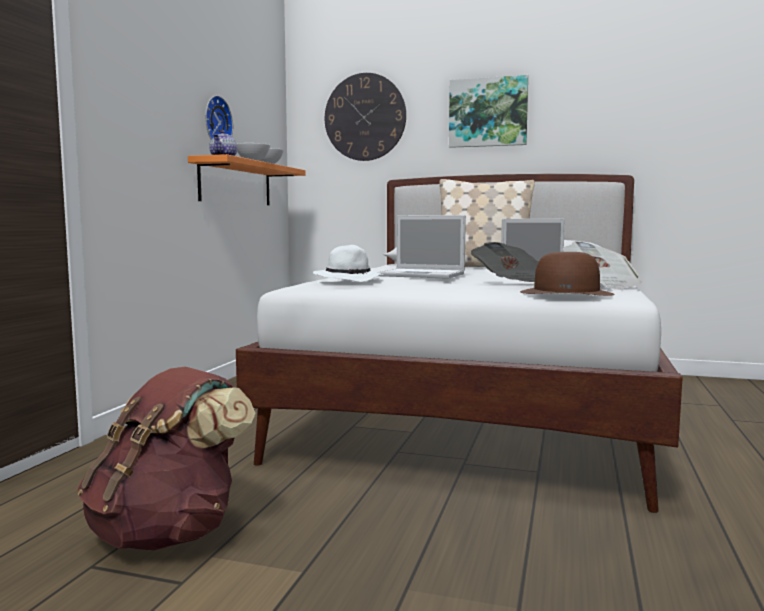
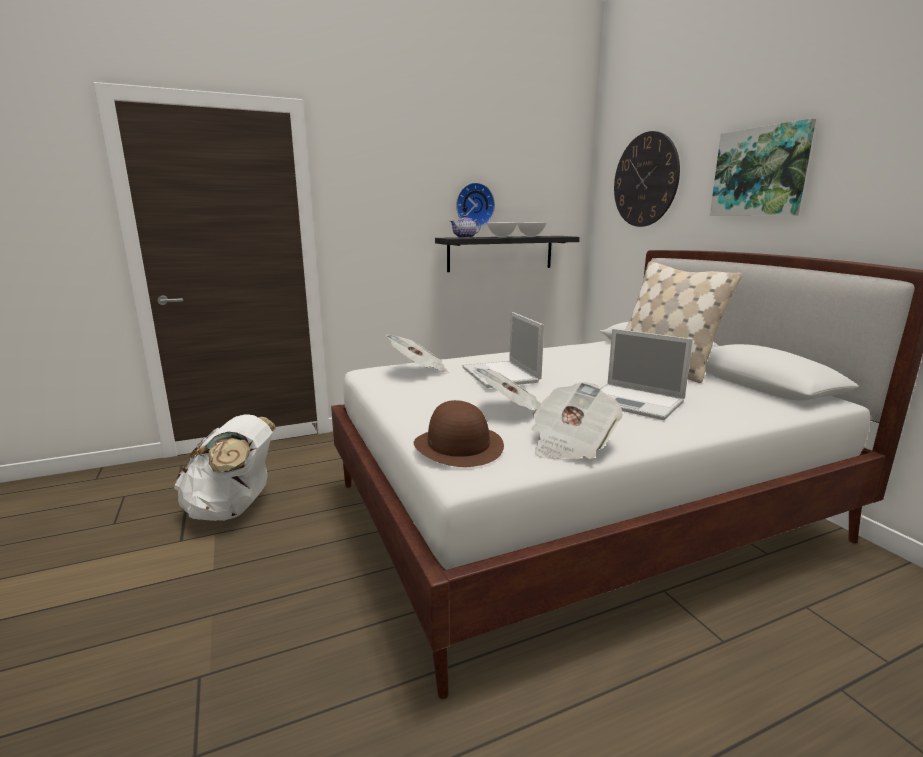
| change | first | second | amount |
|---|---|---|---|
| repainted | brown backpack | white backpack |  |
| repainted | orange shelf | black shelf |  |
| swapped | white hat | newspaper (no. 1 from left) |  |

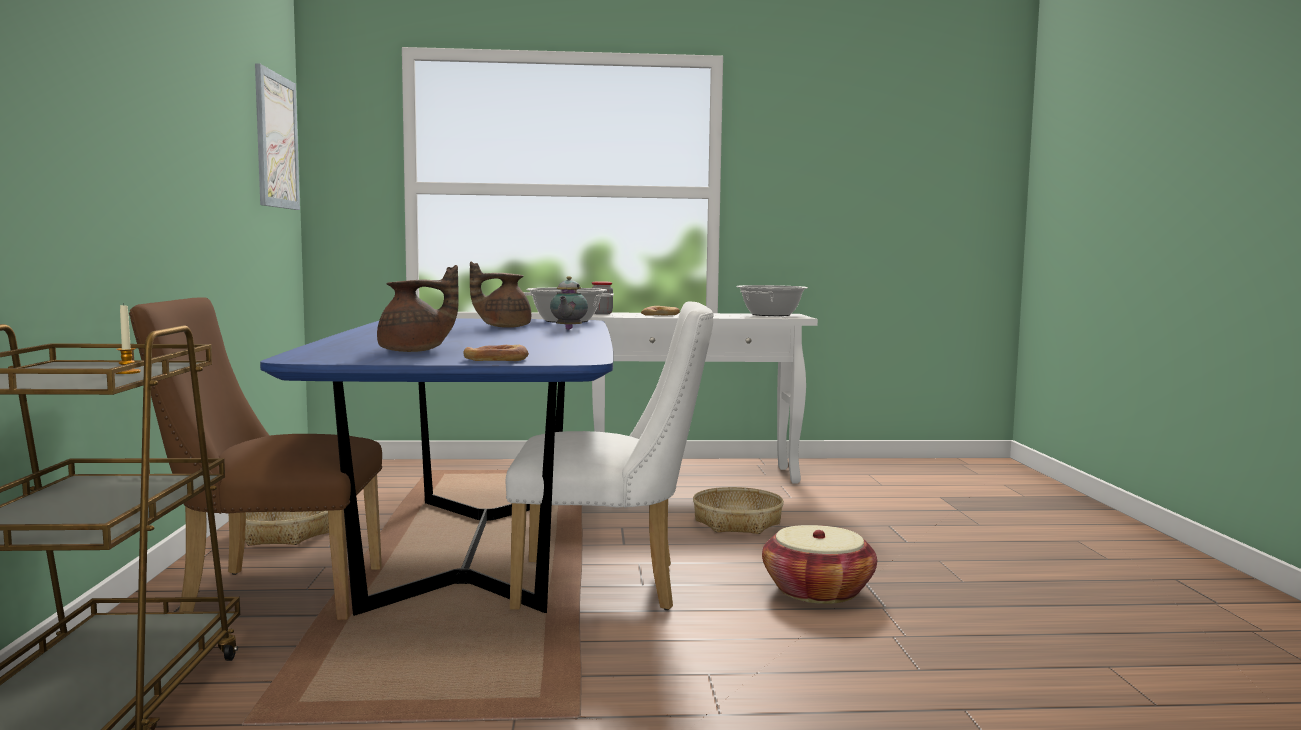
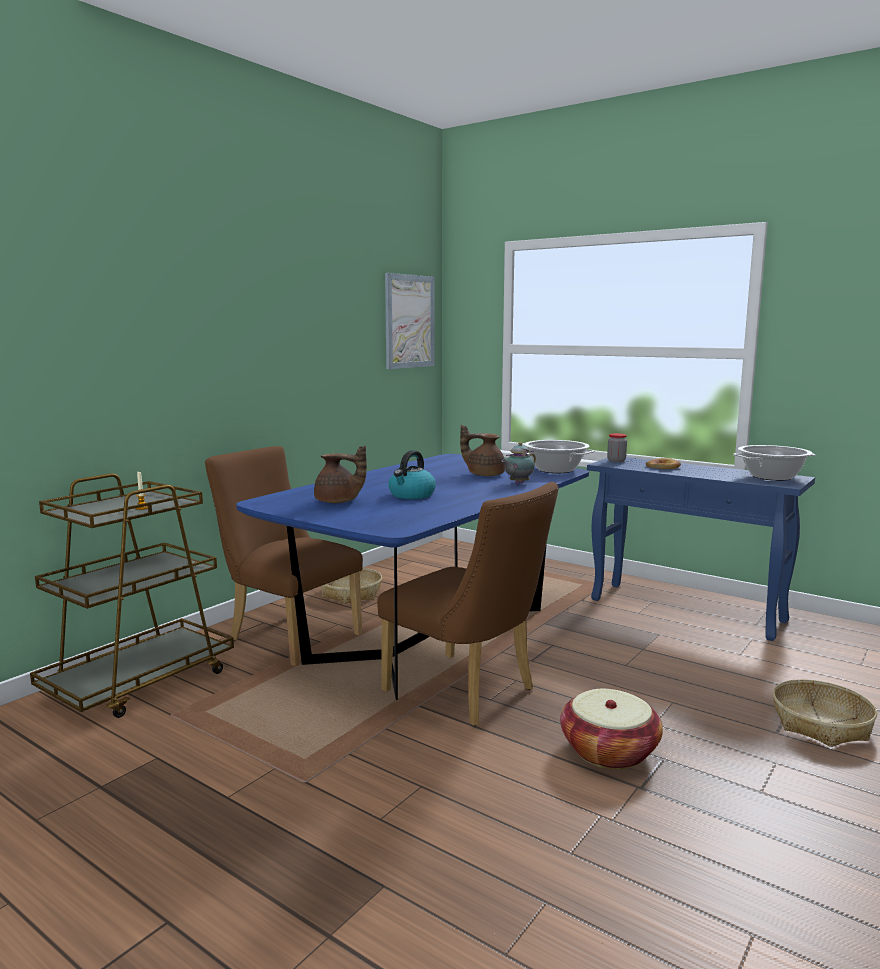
| change | first | second | amount |
|---|---|---|---|
| gone | bread (no. 1 from left) |  |  |
| repainted | white chair | brown chair (no. 2 from left) |  |
| repainted | white console table | blue console table |  |
| shifted | basket (no. 2 from left in the first image) | basket (no. 3 from left) |  |
| new |  | kettle |  |

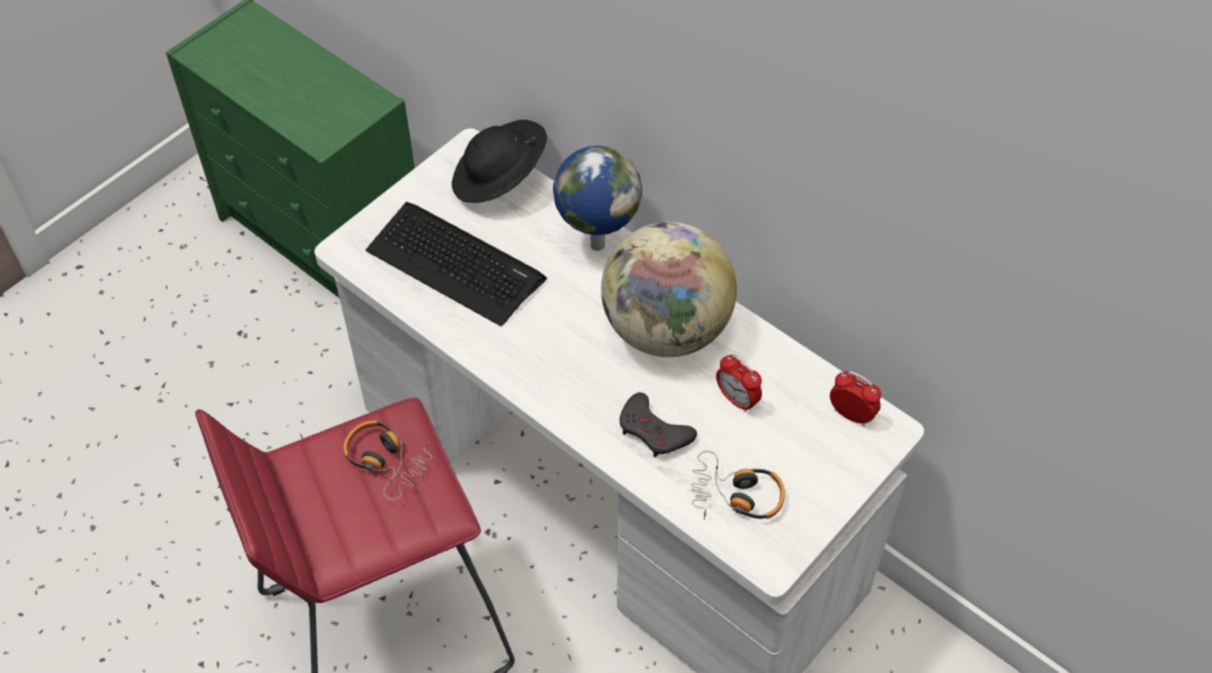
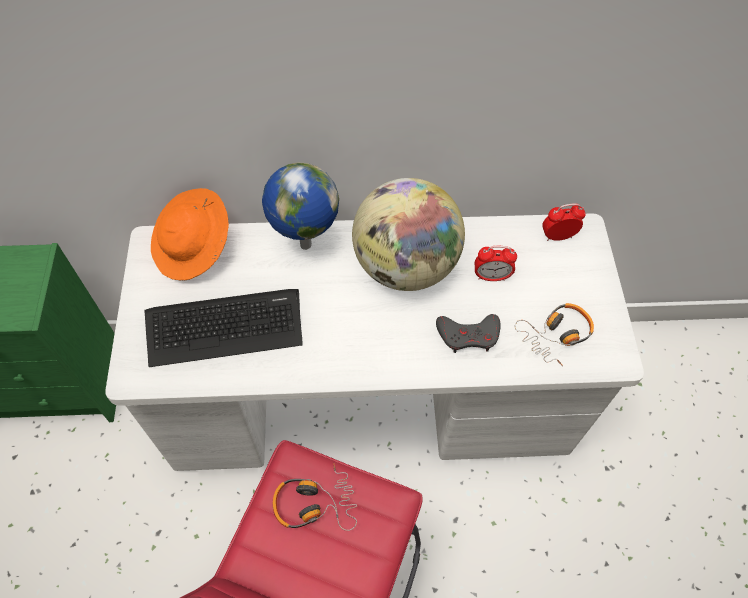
| change | first | second | amount |
|---|---|---|---|
| repainted | black hat | orange hat |  |

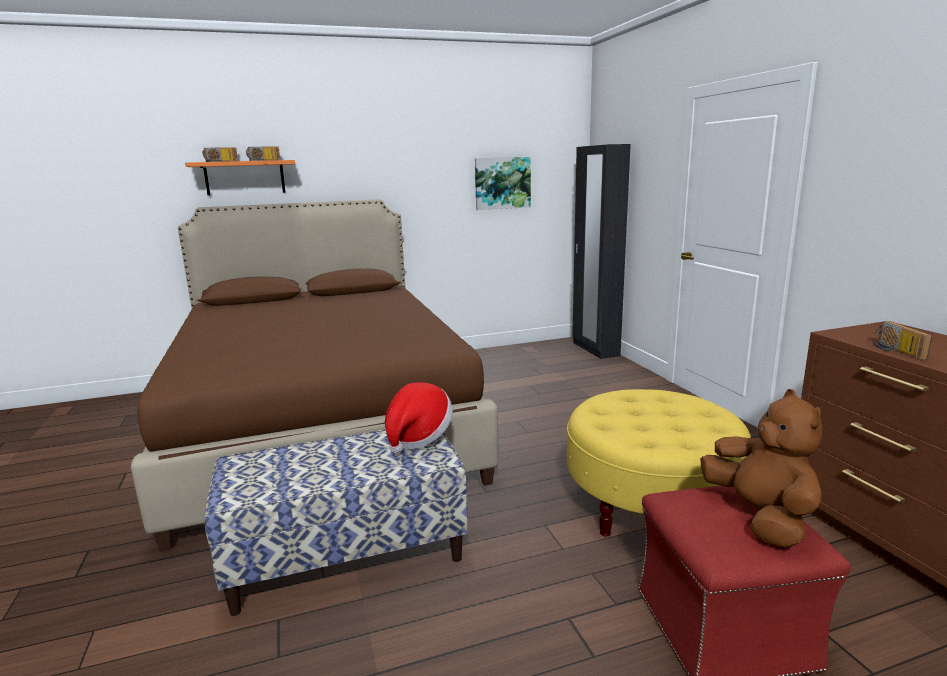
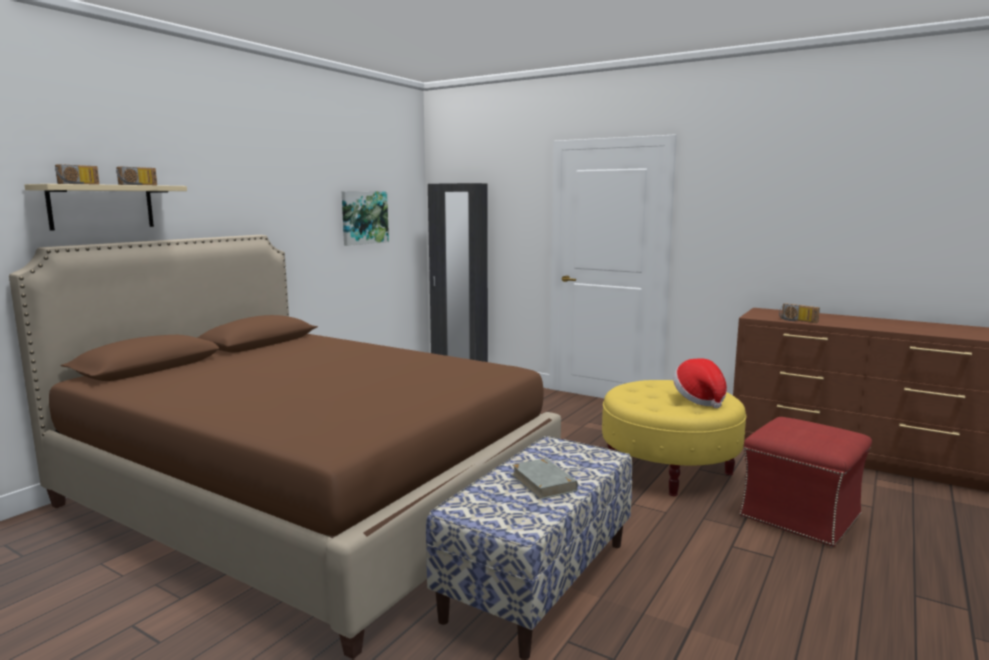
| change | first | second | amount |
|---|---|---|---|
| repainted | orange shelf | beige shelf |  |
| shifted | hat |  |  |
| gone | brown plush toy |  |  |
| new |  | grey book |  |

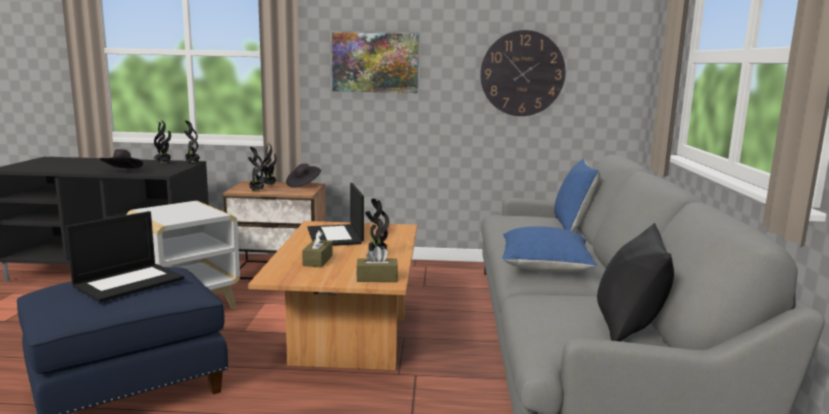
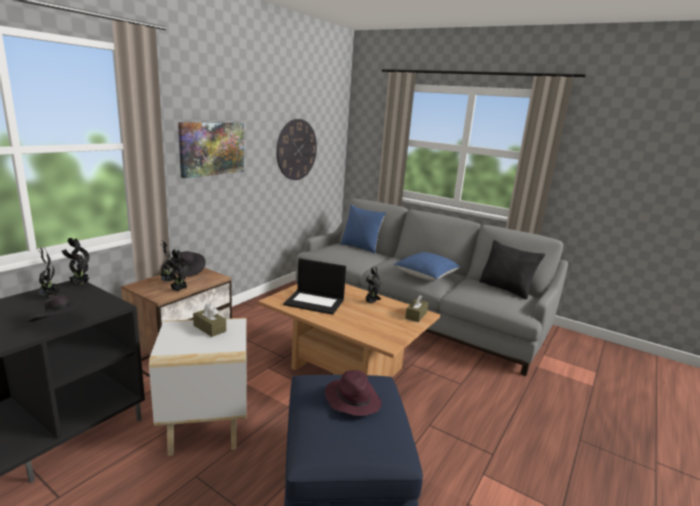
| change | first | second | amount |
|---|---|---|---|
| swapped | laptop (no. 1 from left) | purple hat |  |
| shifted | brown tissue box (no. 1 from left) |  |  |

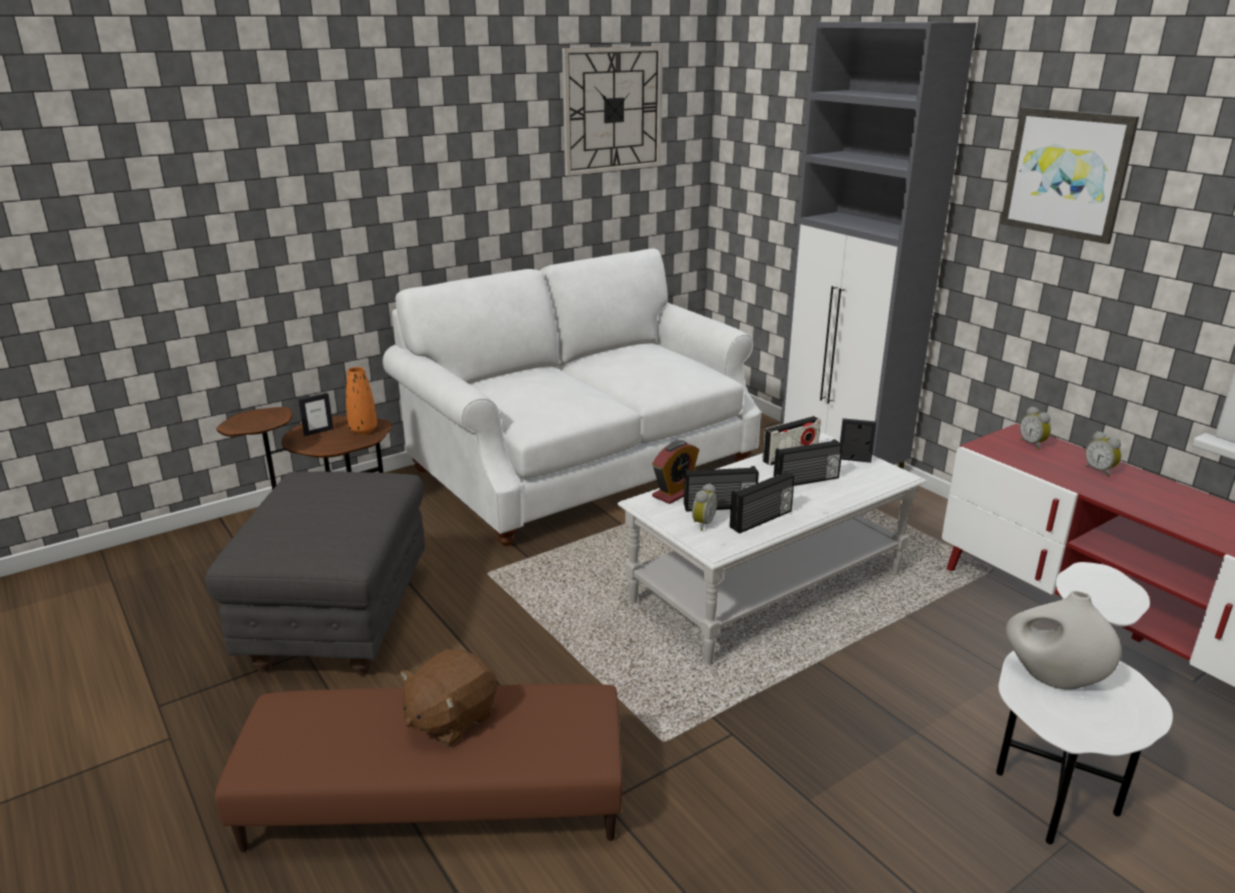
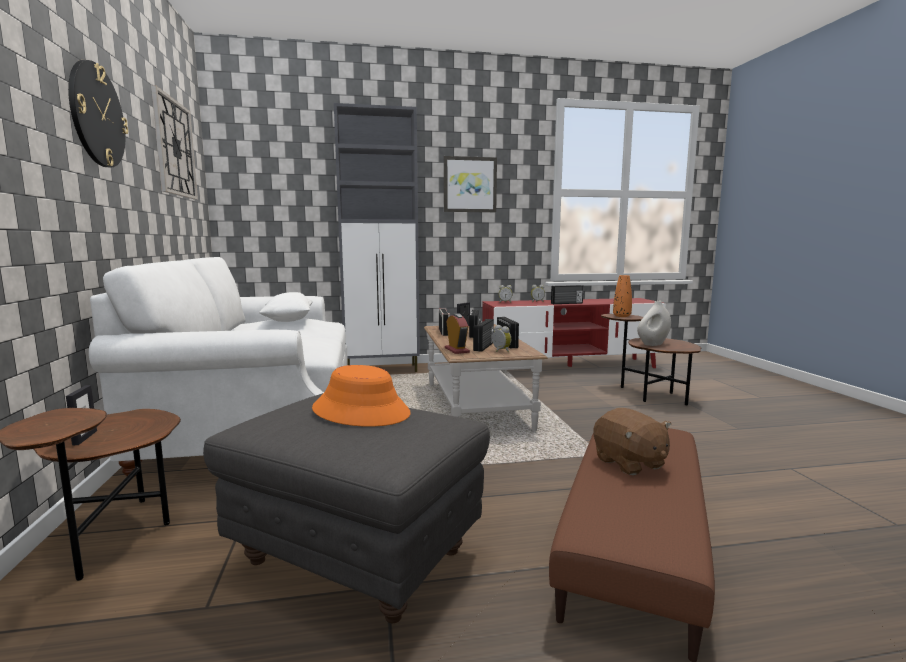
| change | first | second | amount |
|---|---|---|---|
| shifted | orange vase |  |  |
| repainted | white coffee table | brown coffee table |  |
| repainted | white side table | brown side table (no. 2 from left) |  |
| new |  | wall clock (no. 1 from left) |  |
| new |  | white pillow |  |
| new |  | orange hat |  |
| new |  | radio (no. 5 from left) |  |

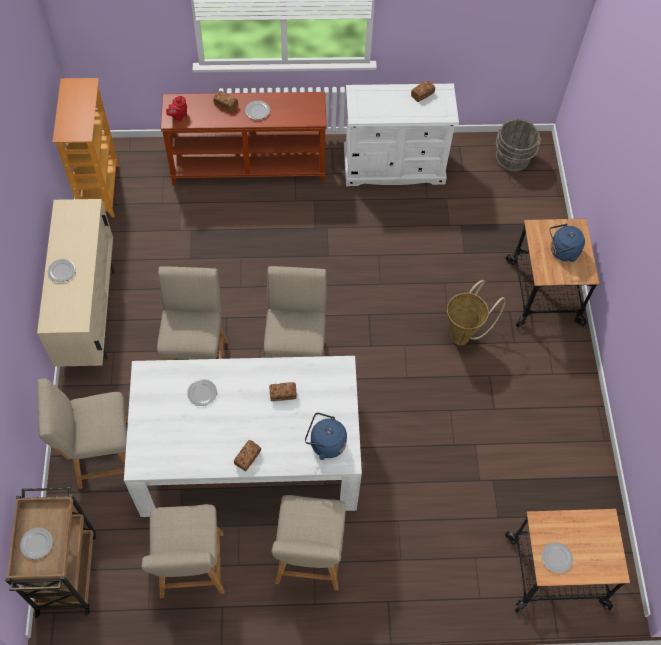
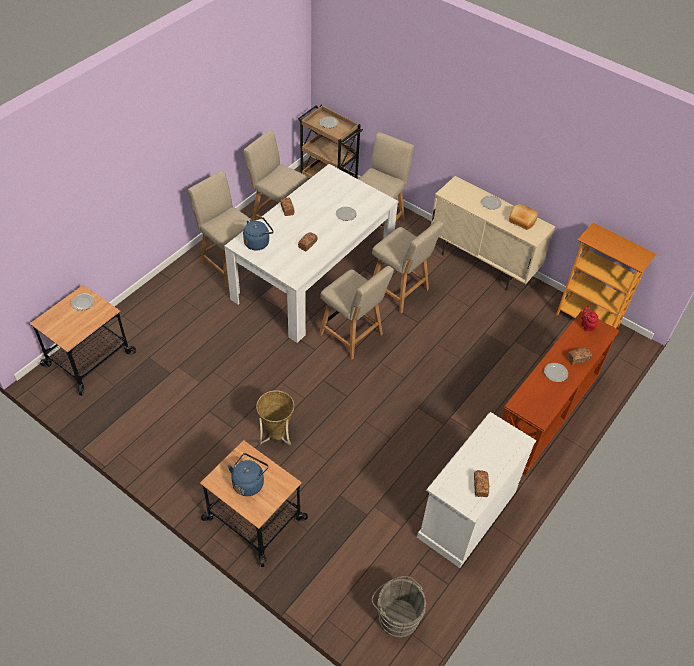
| change | first | second | amount |
|---|---|---|---|
| new |  | bread (no. 4 from left) |  |

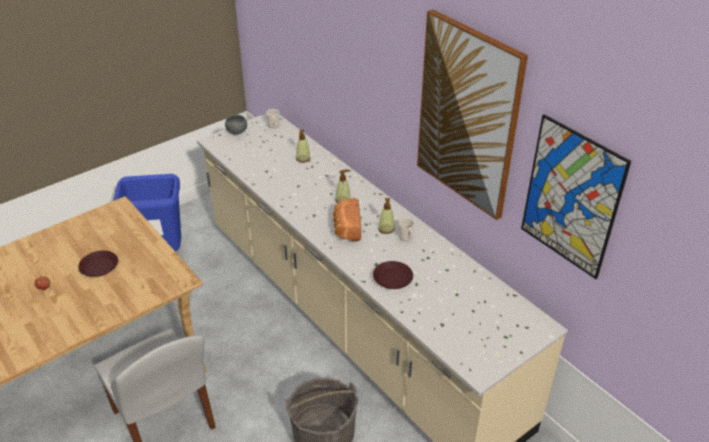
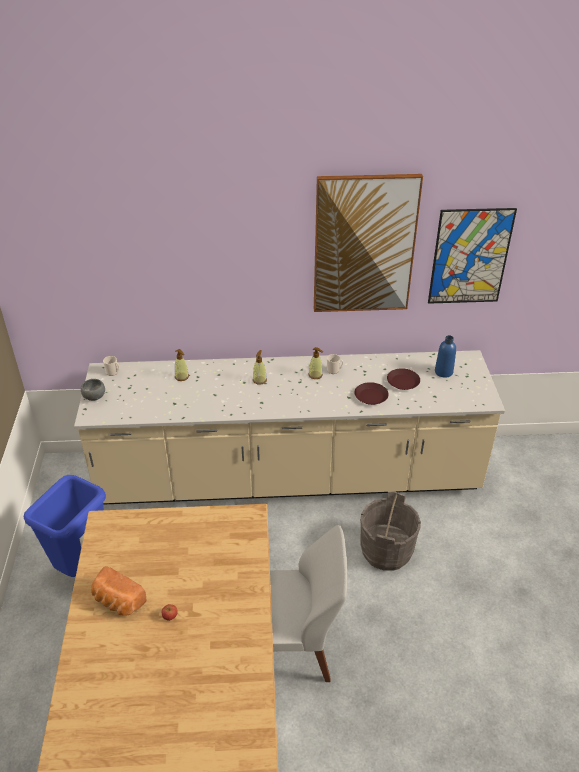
| change | first | second | amount |
|---|---|---|---|
| shifted | brown plate (no. 1 from left in the first image) | brown plate (no. 2 from left) |  |
| shifted | bread |  |  |
| new |  | blue bottle |  |

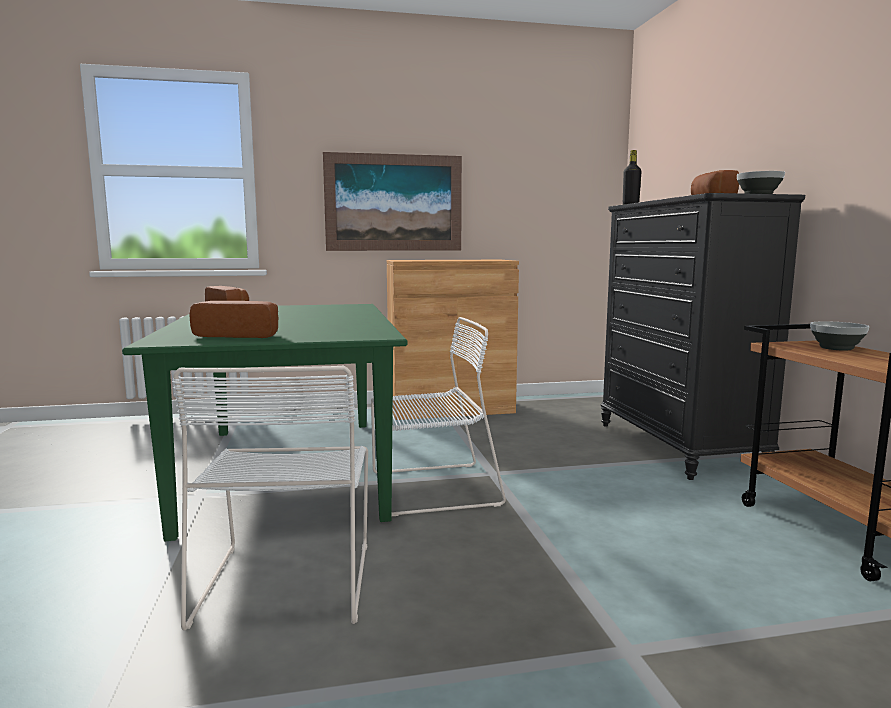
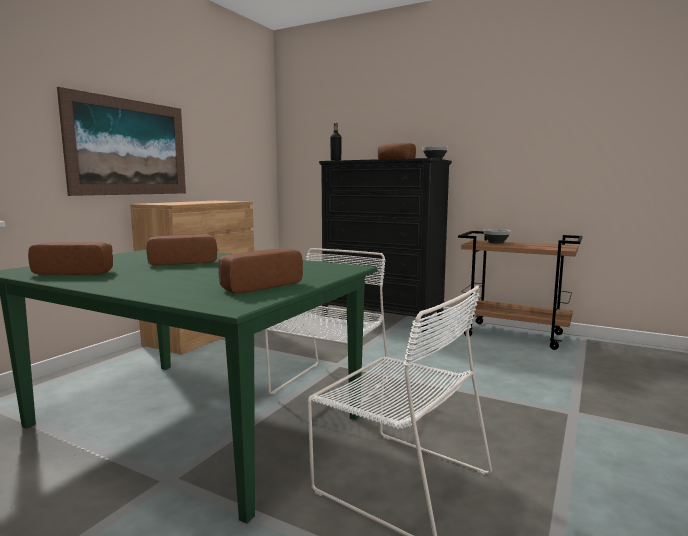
| change | first | second | amount |
|---|---|---|---|
| new |  | bread (no. 2 from left) |  |

